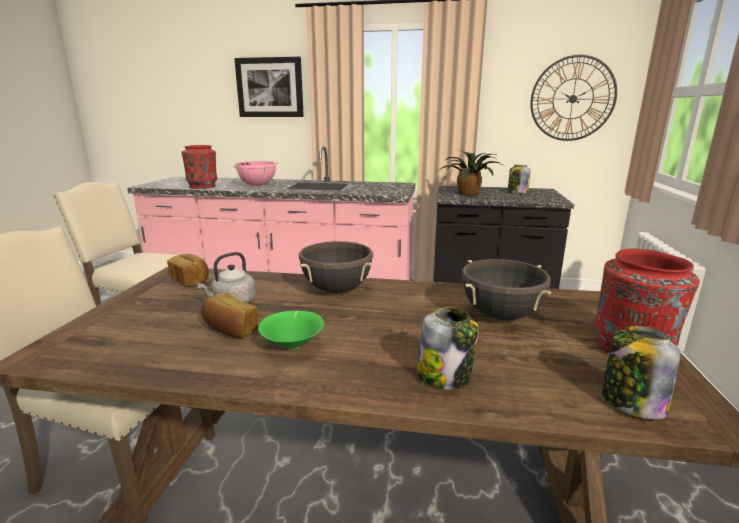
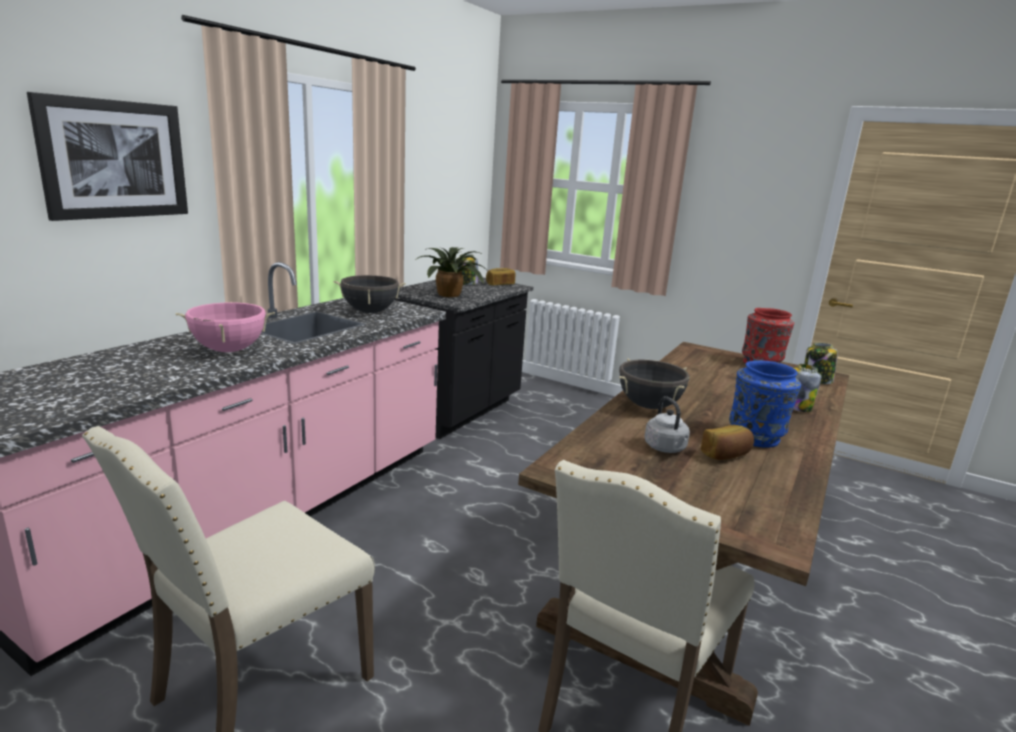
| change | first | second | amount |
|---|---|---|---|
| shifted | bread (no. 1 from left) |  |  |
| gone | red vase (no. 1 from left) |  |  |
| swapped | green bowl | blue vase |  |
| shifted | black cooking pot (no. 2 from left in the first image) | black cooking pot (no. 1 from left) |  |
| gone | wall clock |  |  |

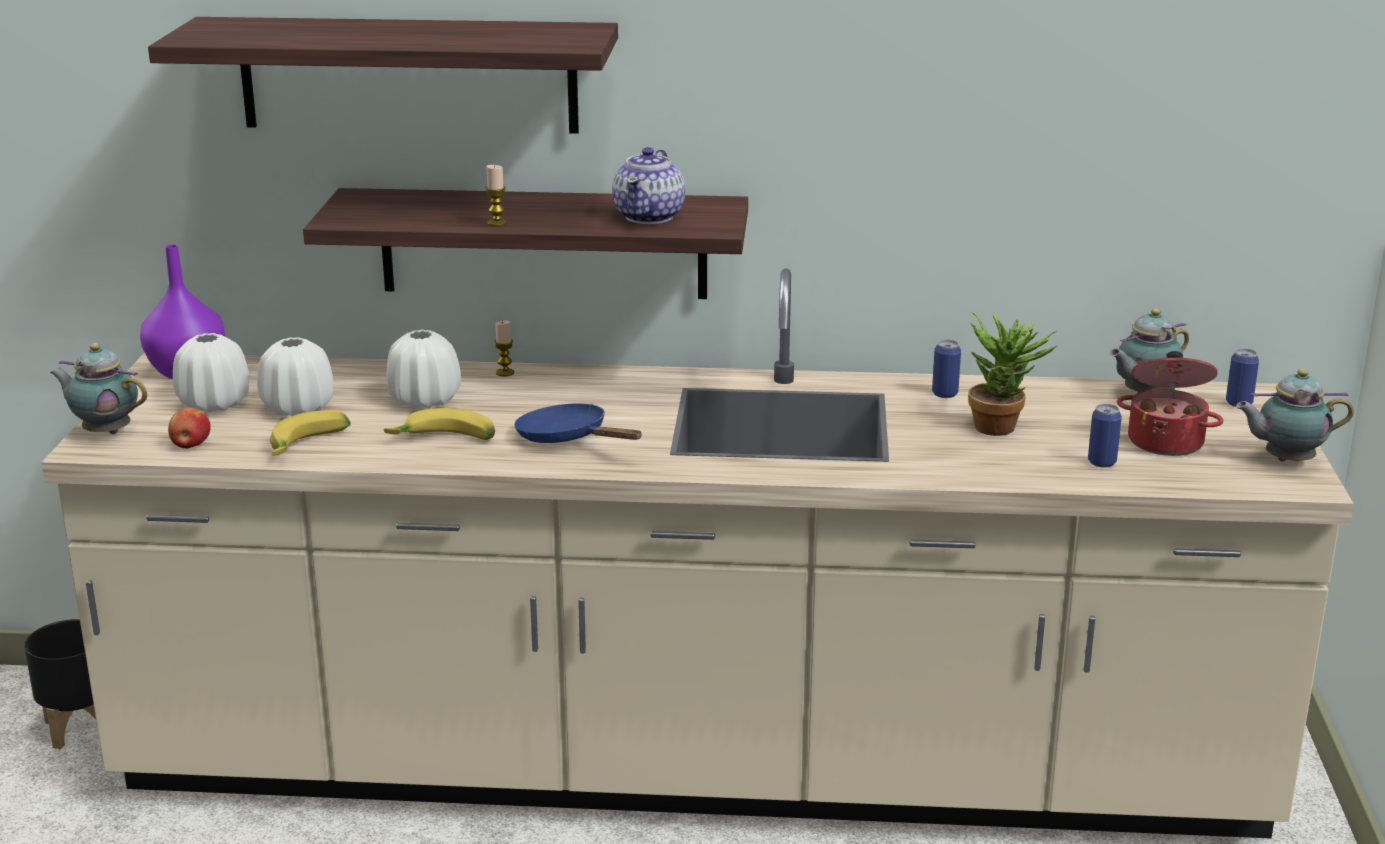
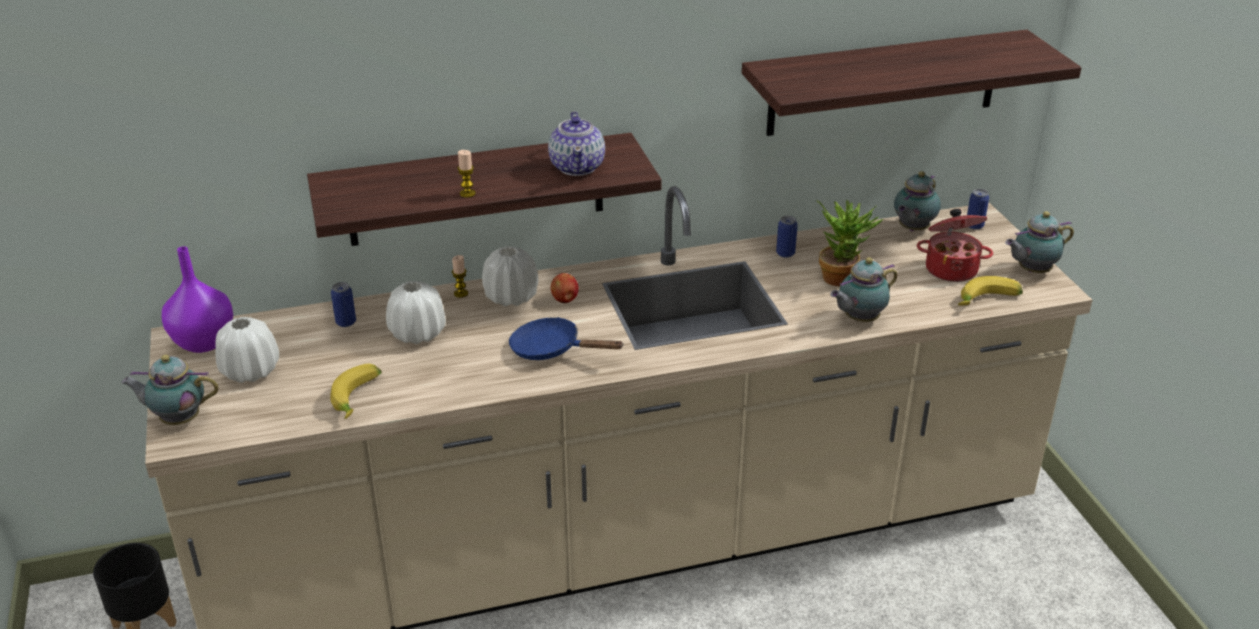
| change | first | second | amount |
|---|---|---|---|
| shifted | shelf (no. 1 from left in the first image) | shelf (no. 2 from left) |  |
| shifted | apple |  |  |
| shifted | white vase (no. 2 from left in the first image) | white vase (no. 3 from left) |  |
| shifted | banana (no. 2 from left) |  |  |
| shifted | can (no. 2 from left in the first image) | can (no. 1 from left) |  |
| new |  | teapot (no. 3 from left) |  |

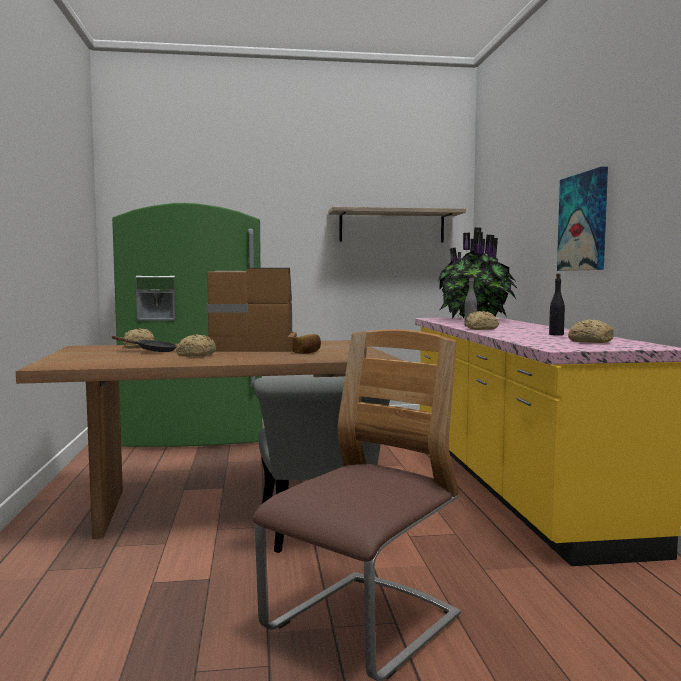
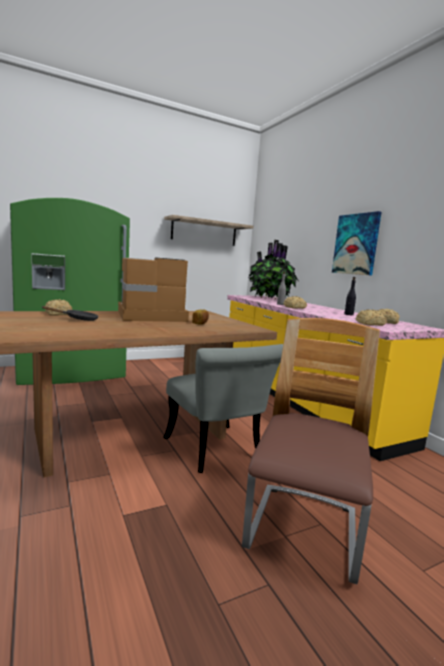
| change | first | second | amount |
|---|---|---|---|
| shifted | bread (no. 2 from left in the first image) | bread (no. 4 from left) |  |

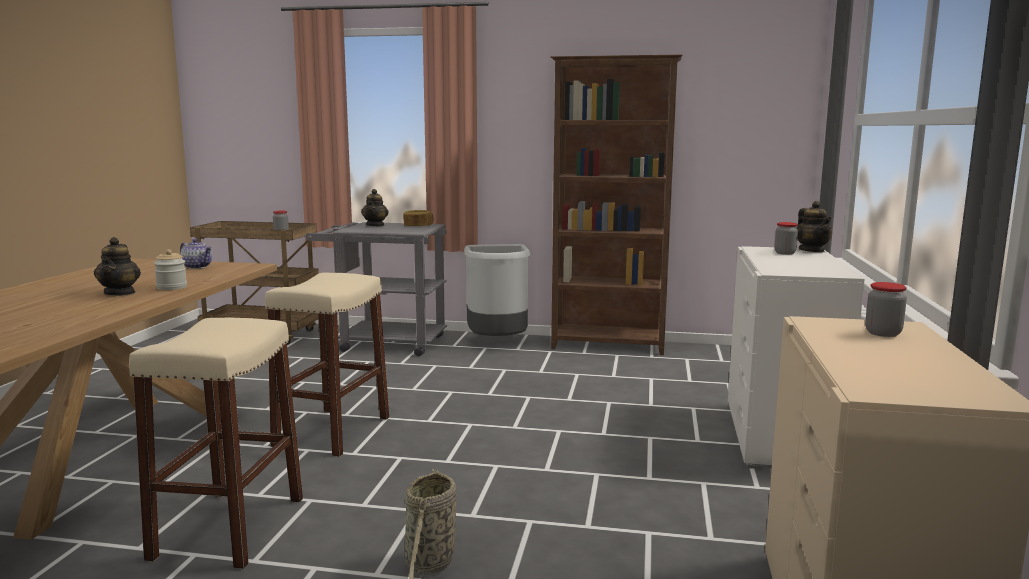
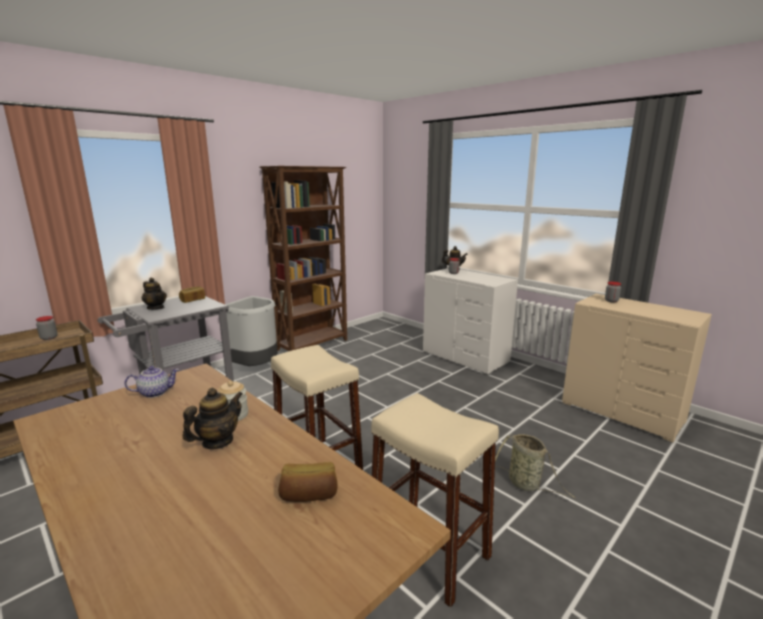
| change | first | second | amount |
|---|---|---|---|
| rotated | teapot (no. 1 from left in the first image) | teapot (no. 3 from left) | 75 degrees counterclockwise |
| new |  | bread (no. 2 from left) |  |

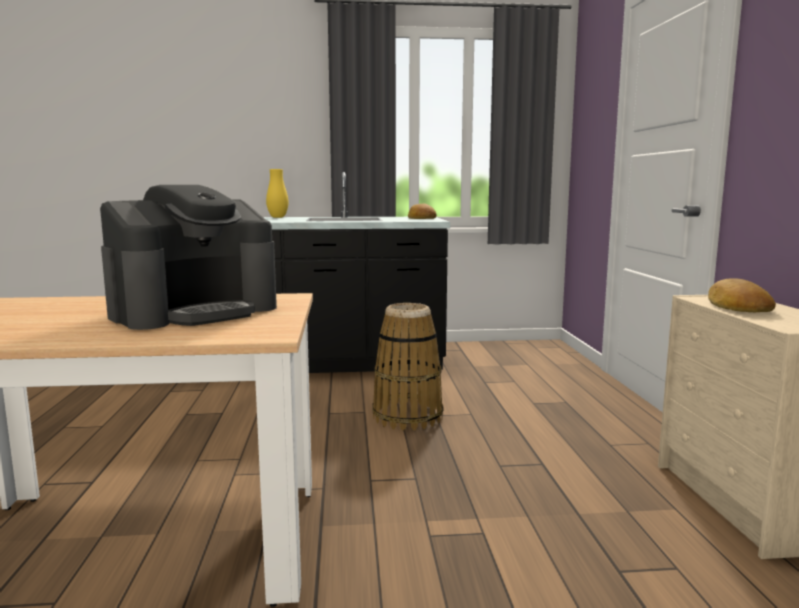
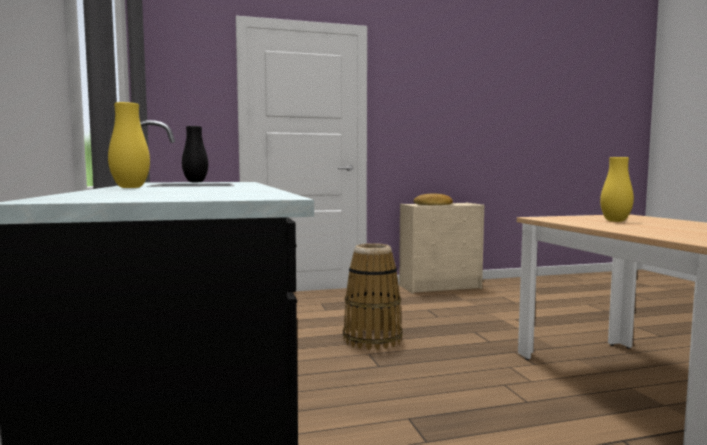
| change | first | second | amount |
|---|---|---|---|
| swapped | coffee machine | yellow vase (no. 2 from left) |  |
| swapped | bread (no. 1 from left) | black vase |  |

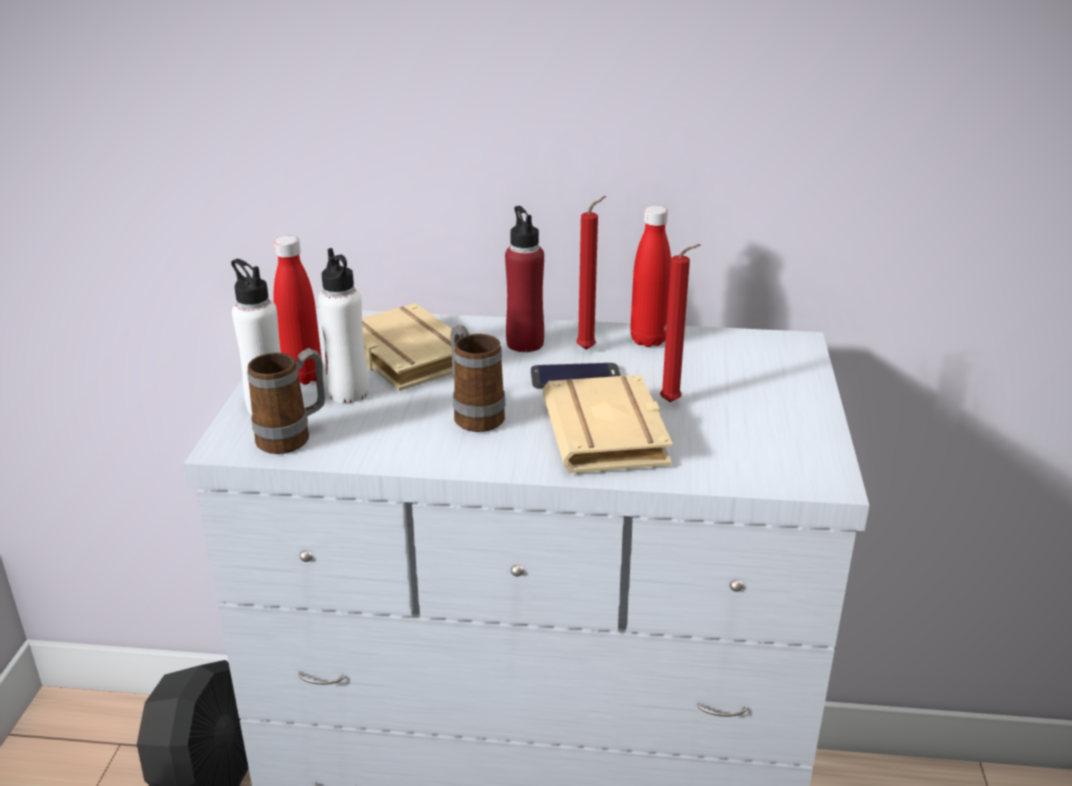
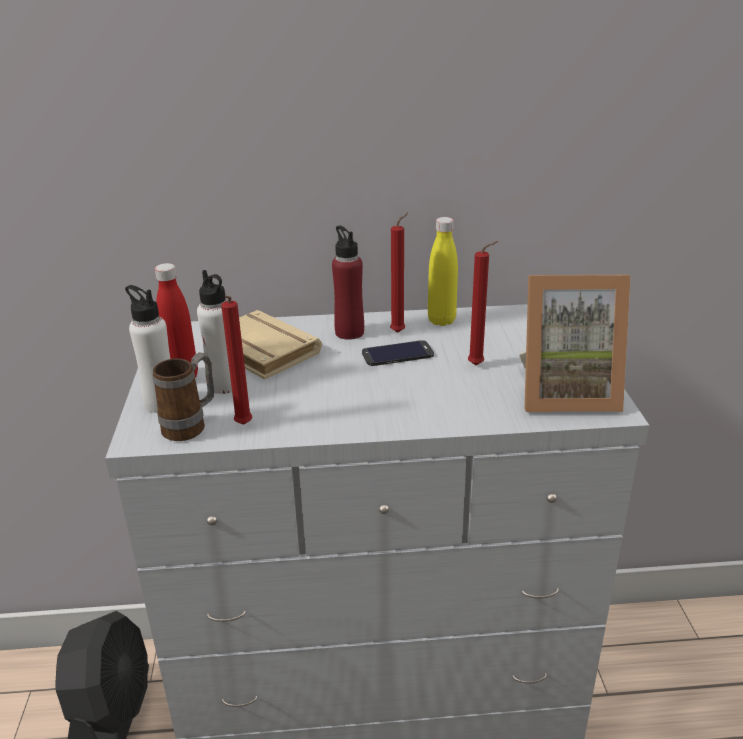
| change | first | second | amount |
|---|---|---|---|
| gone | mug (no. 2 from left) |  |  |
| gone | beige book (no. 2 from left) |  |  |
| repainted | red bottle (no. 3 from left) | yellow bottle |  |
| new |  | red candle (no. 1 from left) |  |
| new |  | picture frame |  |

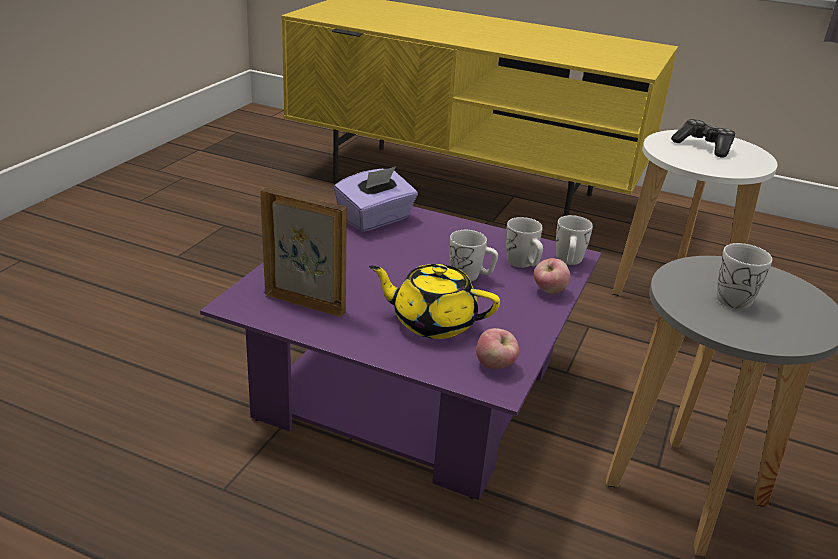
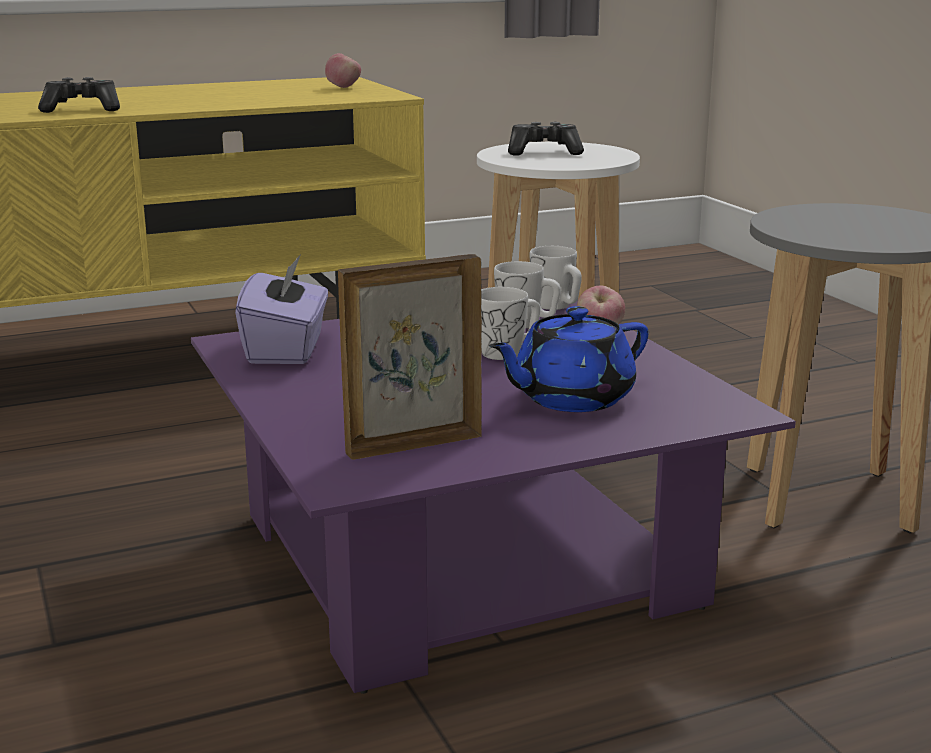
| change | first | second | amount |
|---|---|---|---|
| repainted | yellow teapot | blue teapot |  |
| shifted | apple (no. 1 from left) |  |  |
| gone | white mug (no. 4 from left) |  |  |
| new |  | game controller (no. 1 from left) |  |

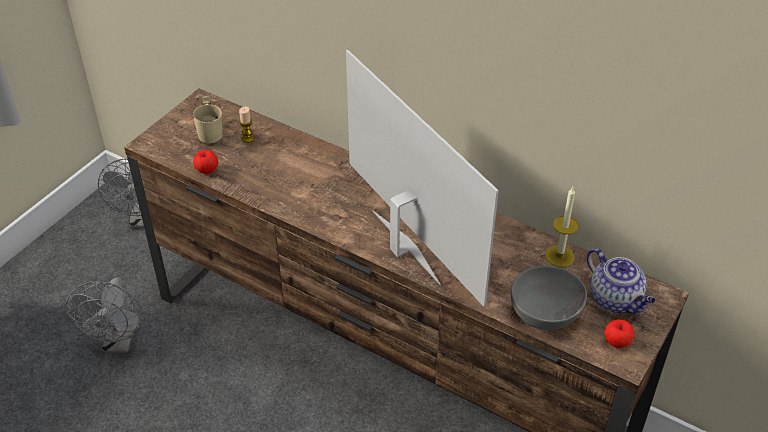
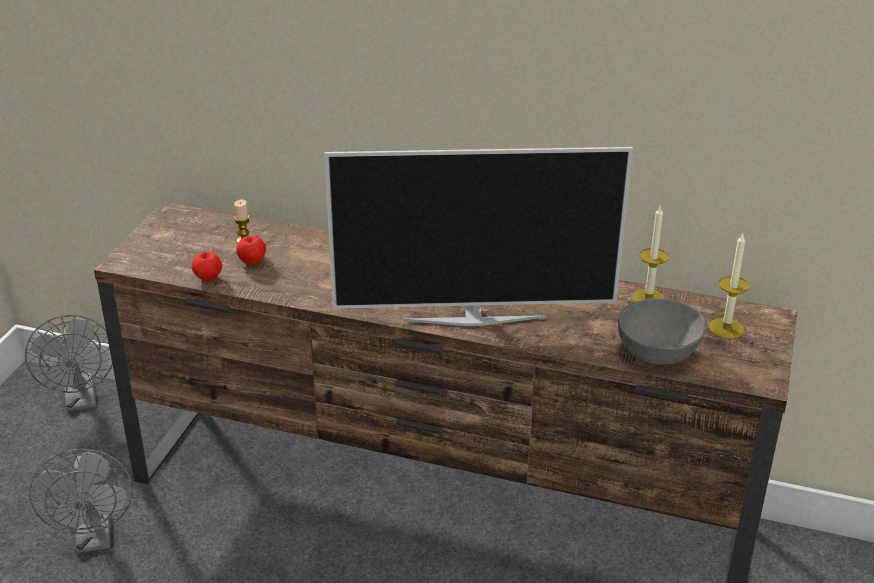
| change | first | second | amount |
|---|---|---|---|
| gone | beige mug |  |  |
| rotated | television |  | 135 degrees clockwise |
| swapped | teapot | candle (no. 3 from left) |  |
| shifted | apple (no. 2 from left) |  |  |

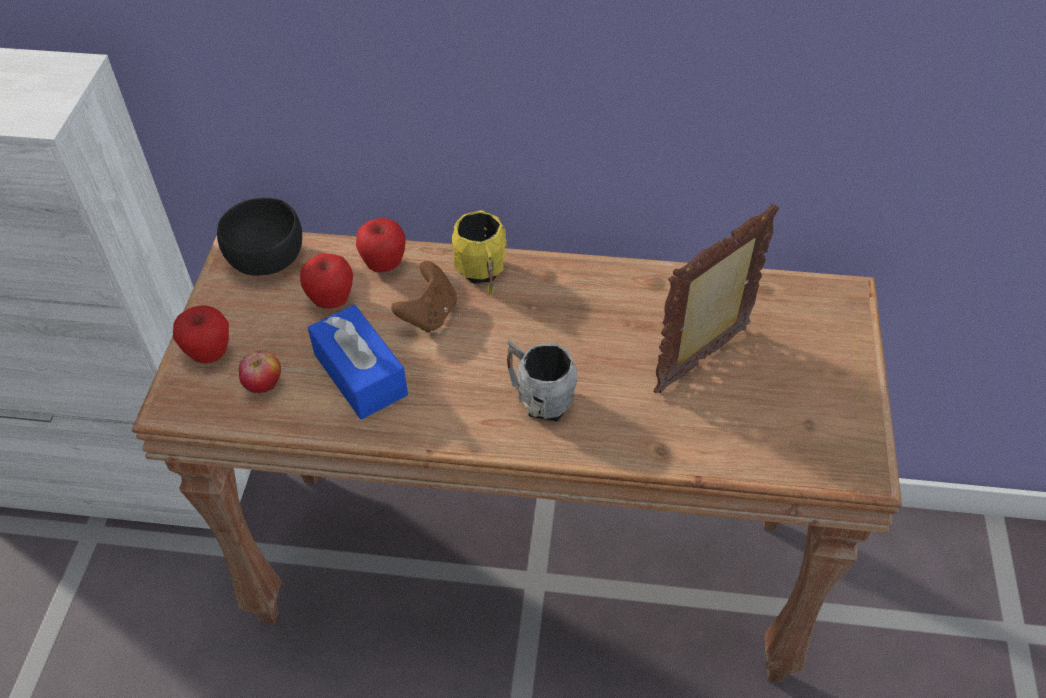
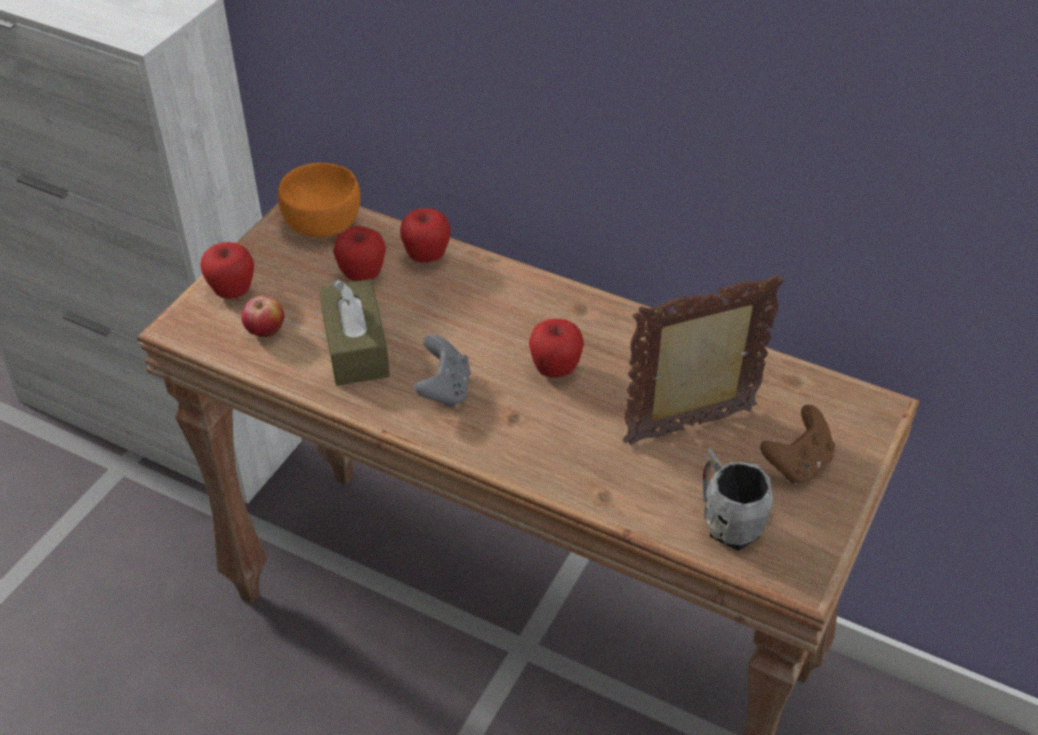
| change | first | second | amount |
|---|---|---|---|
| repainted | black bowl | orange bowl |  |
| repainted | blue tissue box | brown tissue box |  |
| shifted | brown game controller |  |  |
| gone | yellow mug |  |  |
| shifted | grey mug |  |  |
| new |  | grey game controller |  |
| new |  | apple (no. 5 from left) |  |

